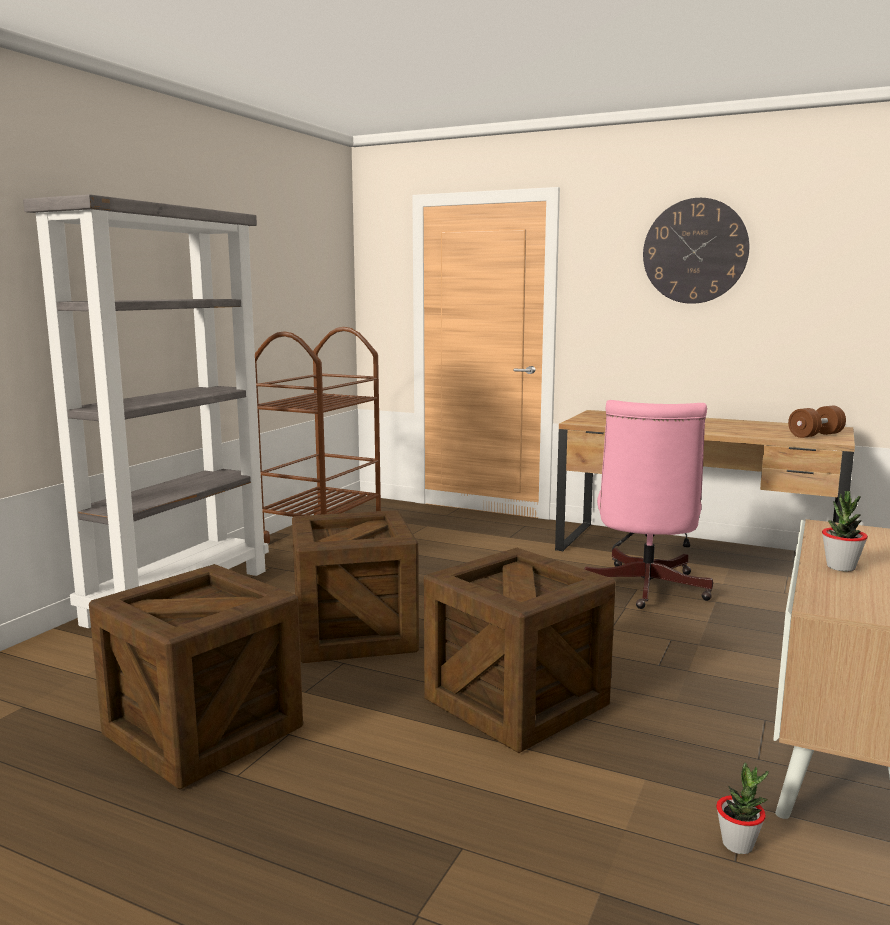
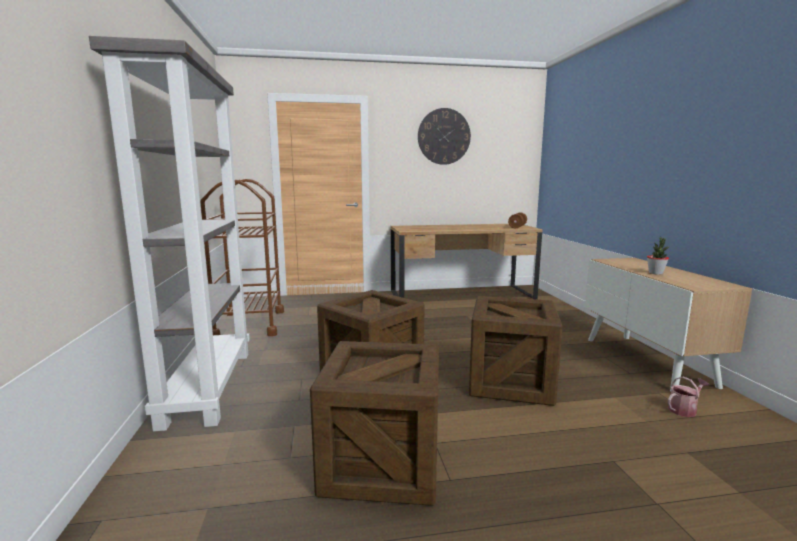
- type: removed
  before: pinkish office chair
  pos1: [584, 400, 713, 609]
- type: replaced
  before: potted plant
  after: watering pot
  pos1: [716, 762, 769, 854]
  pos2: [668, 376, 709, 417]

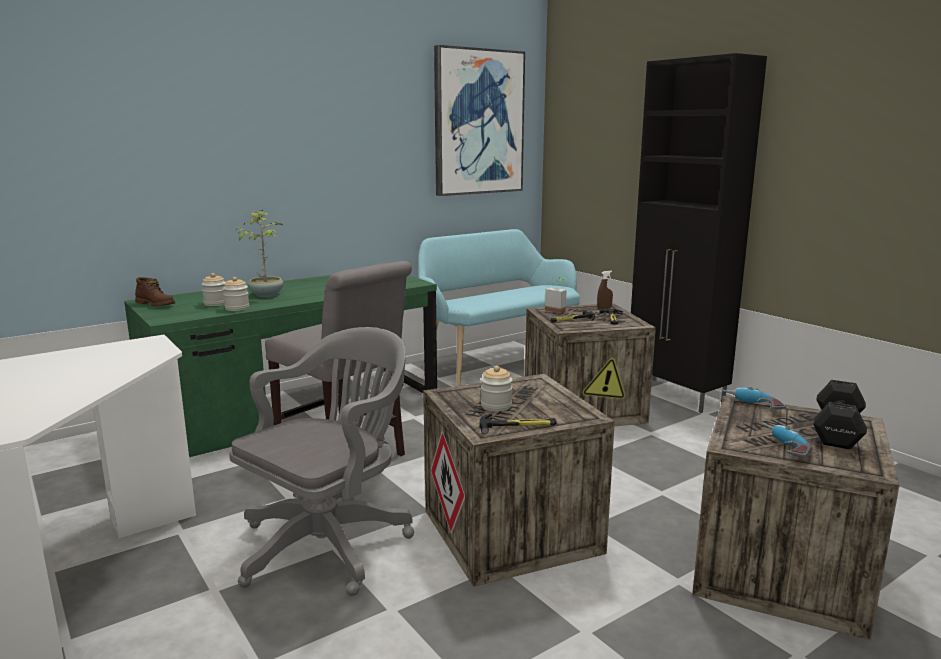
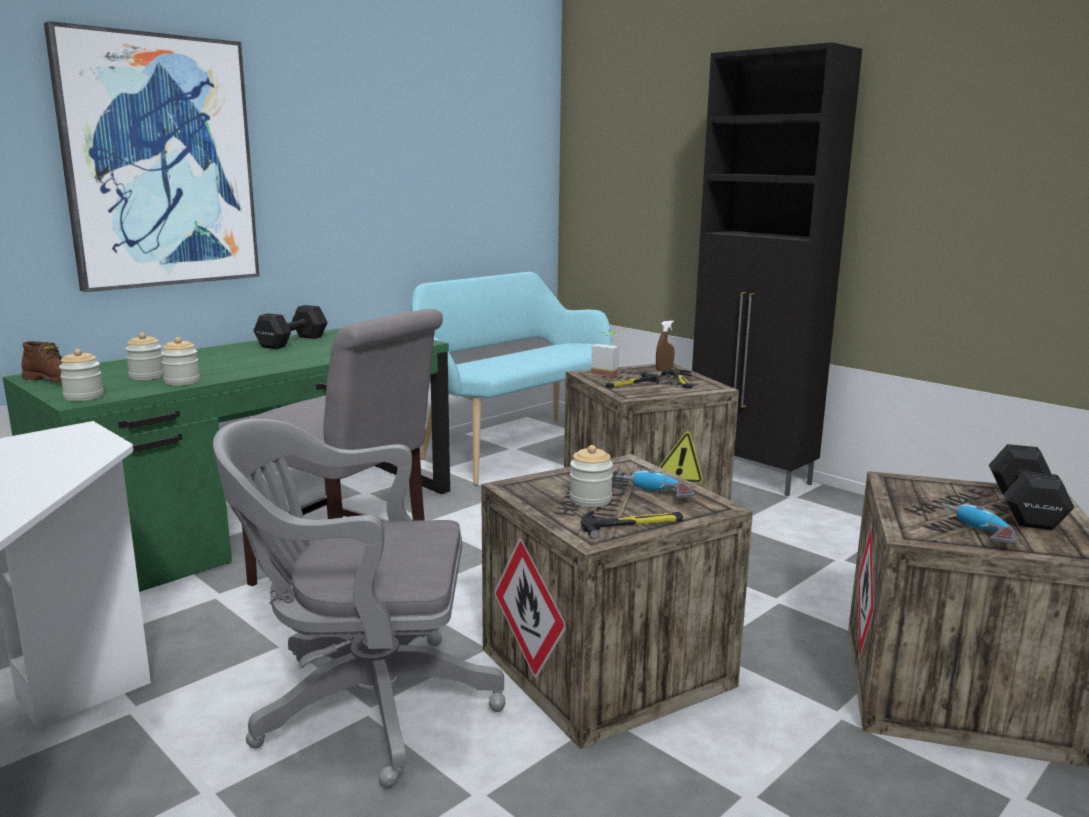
- type: moved
  before: wall art
  pos1: [434, 45, 525, 196]
  pos2: [44, 21, 259, 292]
- type: removed
  before: potted plant
  pos1: [236, 210, 283, 297]
- type: turned
  before: gray office chair
  pos1: [229, 327, 414, 596]
  pos2: [213, 419, 506, 788]
  turn: -120
- type: moved
  before: power drill
  pos1: [722, 387, 786, 409]
  pos2: [616, 469, 695, 498]
- type: added
  after: black-coloured hand weight
  pos2: [253, 305, 328, 349]
- type: added
  after: preserve jar
  pos2: [59, 349, 104, 401]

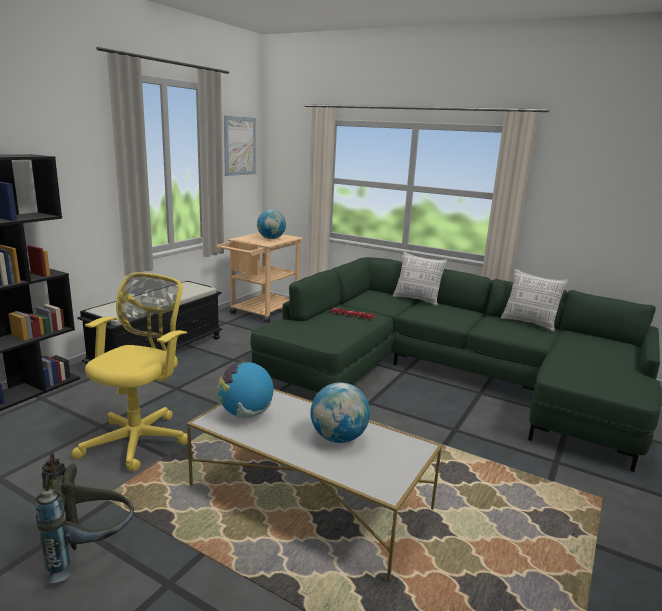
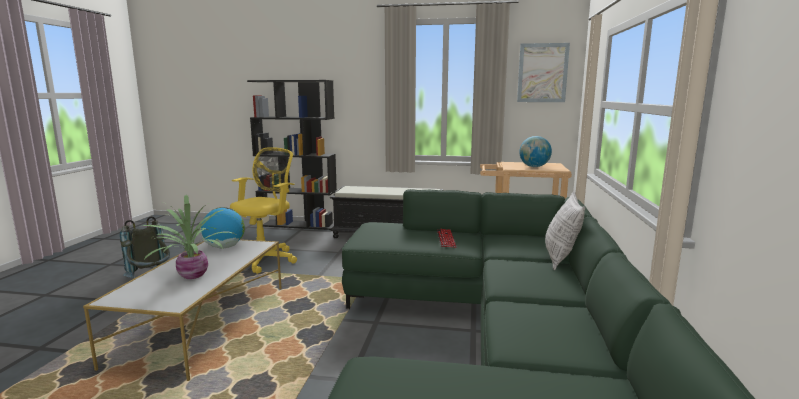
- type: removed
  before: throw pillow
  pos1: [501, 269, 568, 332]
- type: turned
  before: yellowish office chair
  pos1: [71, 272, 188, 471]
  pos2: [230, 147, 297, 274]
  turn: -60
- type: replaced
  before: desk globe
  after: potted plant
  pos1: [311, 382, 370, 443]
  pos2: [143, 195, 236, 279]

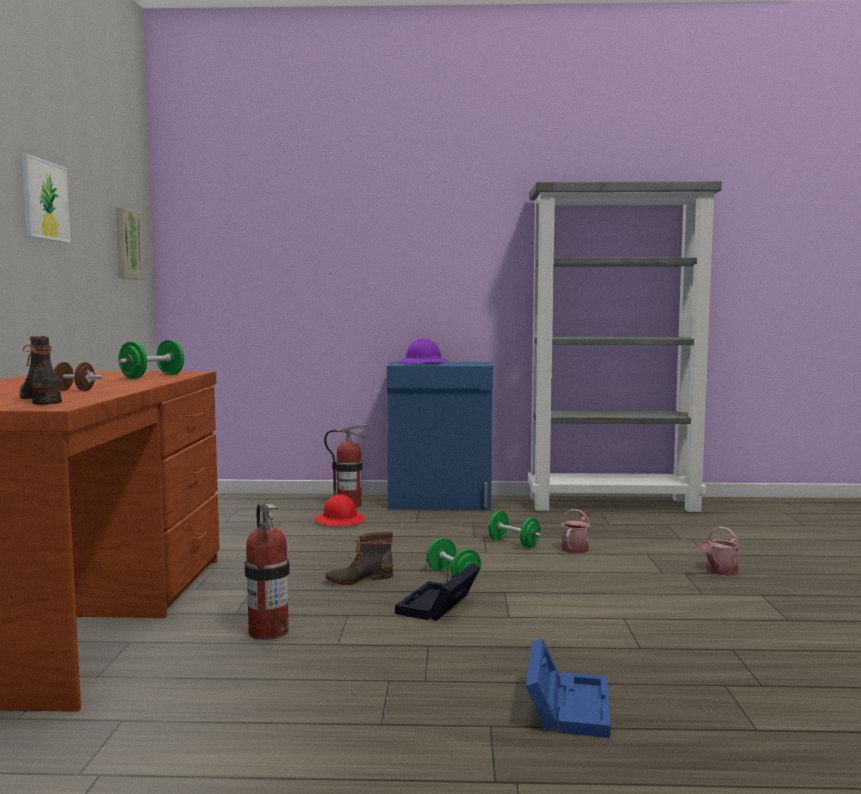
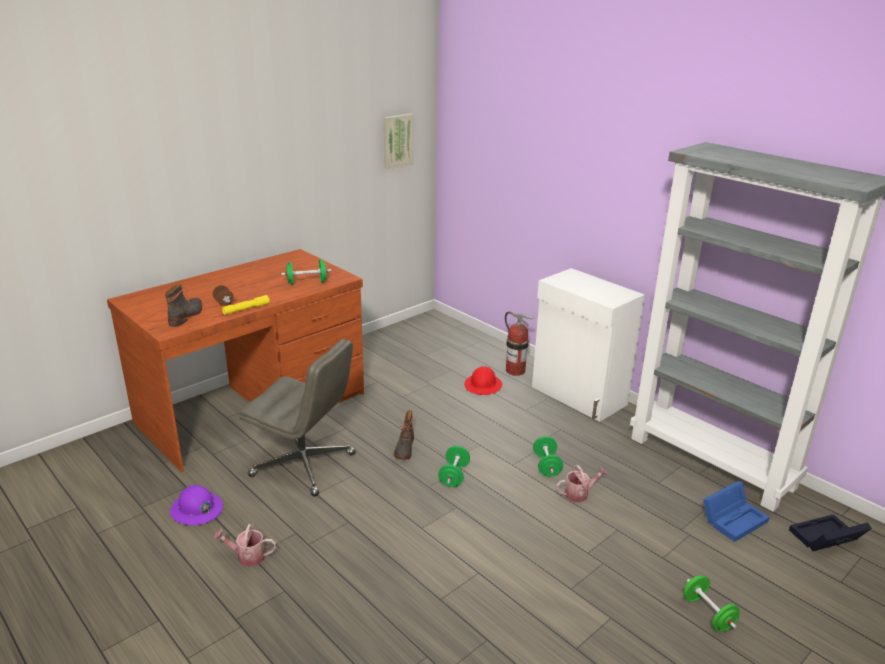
- type: removed
  before: wall art
  pos1: [22, 154, 70, 243]
- type: moved
  before: purple work helmet
  pos1: [398, 338, 449, 365]
  pos2: [170, 485, 223, 525]
- type: recoloured
  before: blue storage cabinet
  after: white storage cabinet
  pos1: [387, 362, 493, 510]
  pos2: [532, 268, 645, 422]
- type: replaced
  before: fire extinguisher
  after: gray office chair
  pos1: [245, 503, 290, 640]
  pos2: [240, 339, 356, 497]
- type: moved
  before: watering pot
  pos1: [698, 526, 740, 575]
  pos2: [213, 523, 276, 567]
- type: turned
  before: boot
  pos1: [325, 532, 393, 585]
  pos2: [394, 410, 414, 460]
  turn: -105
- type: moved
  before: black-coloured storage bin
  pos1: [395, 563, 480, 621]
  pos2: [789, 514, 872, 552]
- type: moved
  before: blue storage bin
  pos1: [526, 638, 611, 738]
  pos2: [703, 481, 770, 542]
- type: added
  after: yellowish torch
  pos2: [222, 295, 270, 315]
- type: added
  after: greenish hand weight
  pos2: [683, 575, 740, 632]

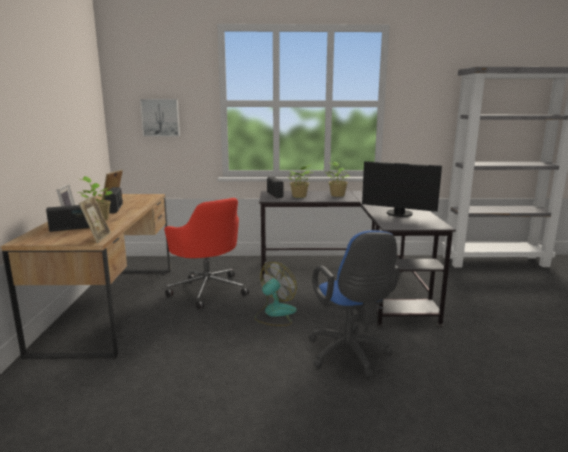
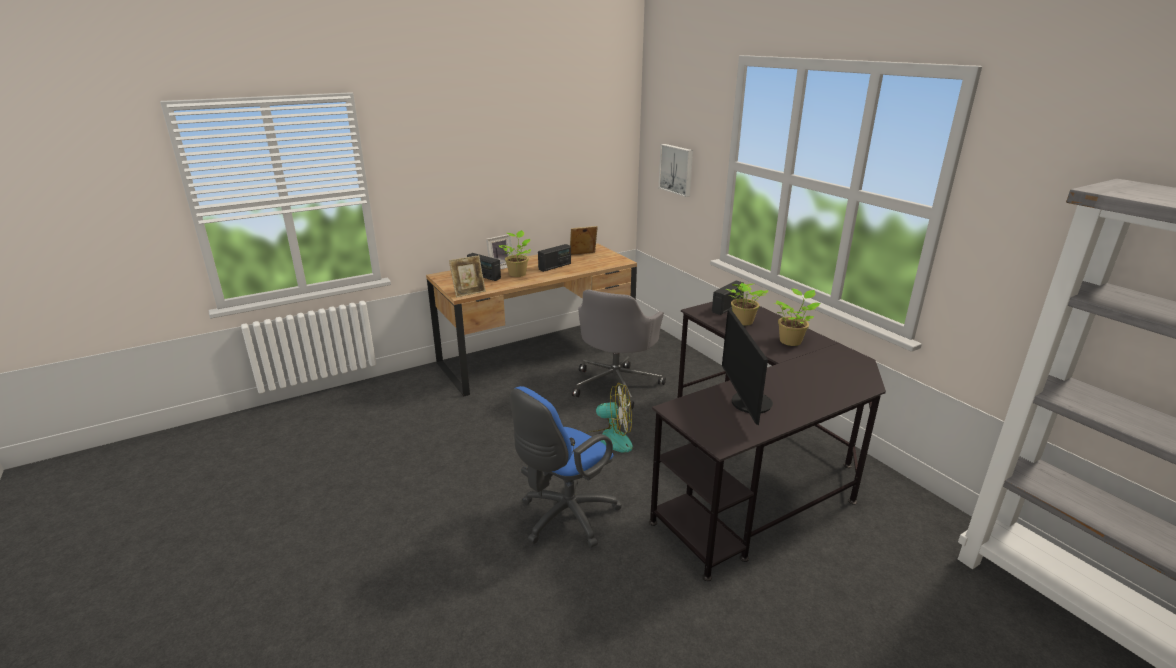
- type: recoloured
  before: reddish office chair
  after: gray office chair
  pos1: [164, 198, 249, 309]
  pos2: [572, 289, 666, 409]

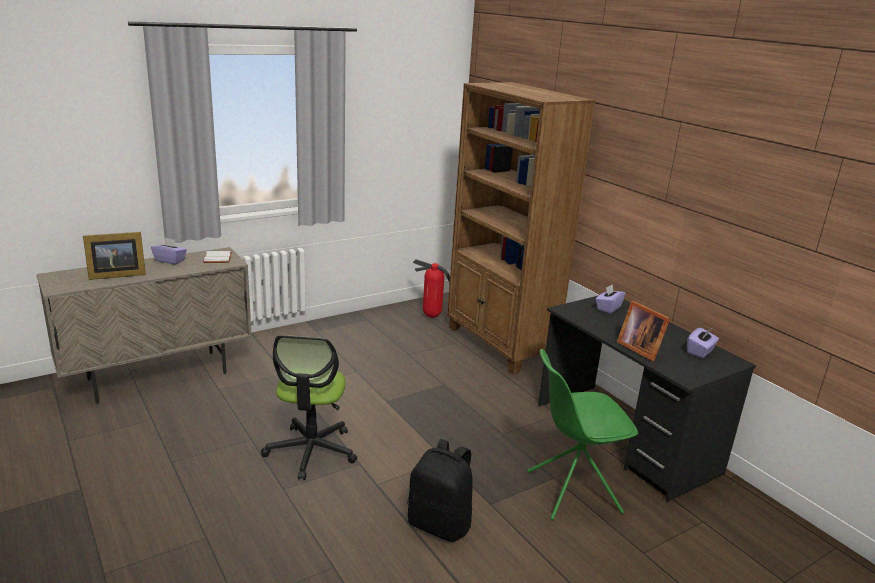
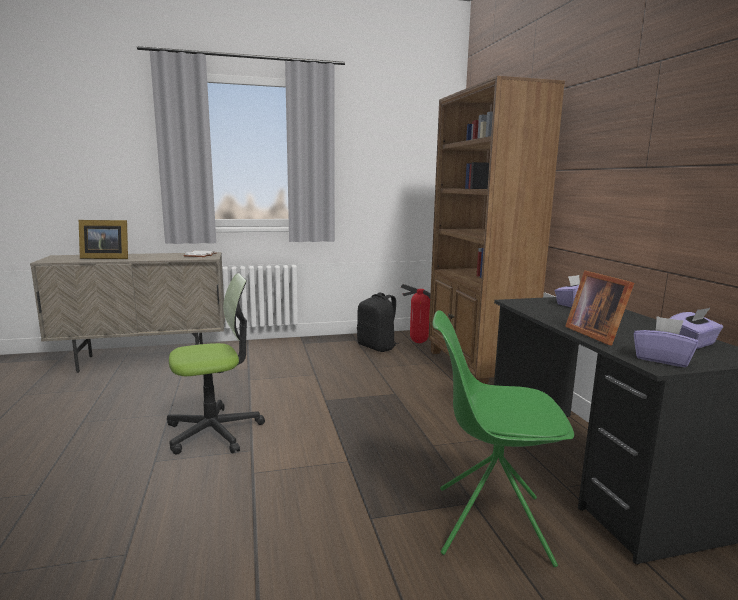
- type: moved
  before: purple tissue box
  pos1: [151, 238, 187, 264]
  pos2: [634, 316, 698, 367]
- type: turned
  before: office chair
  pos1: [261, 335, 357, 480]
  pos2: [167, 273, 265, 454]
  turn: -135
- type: moved
  before: black-coloured rucksack
  pos1: [407, 439, 473, 542]
  pos2: [357, 293, 397, 352]

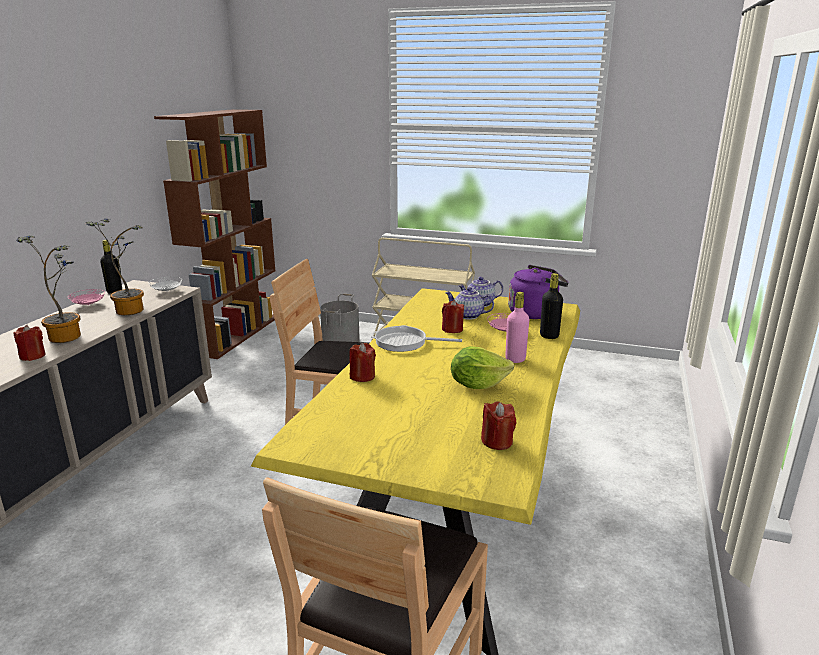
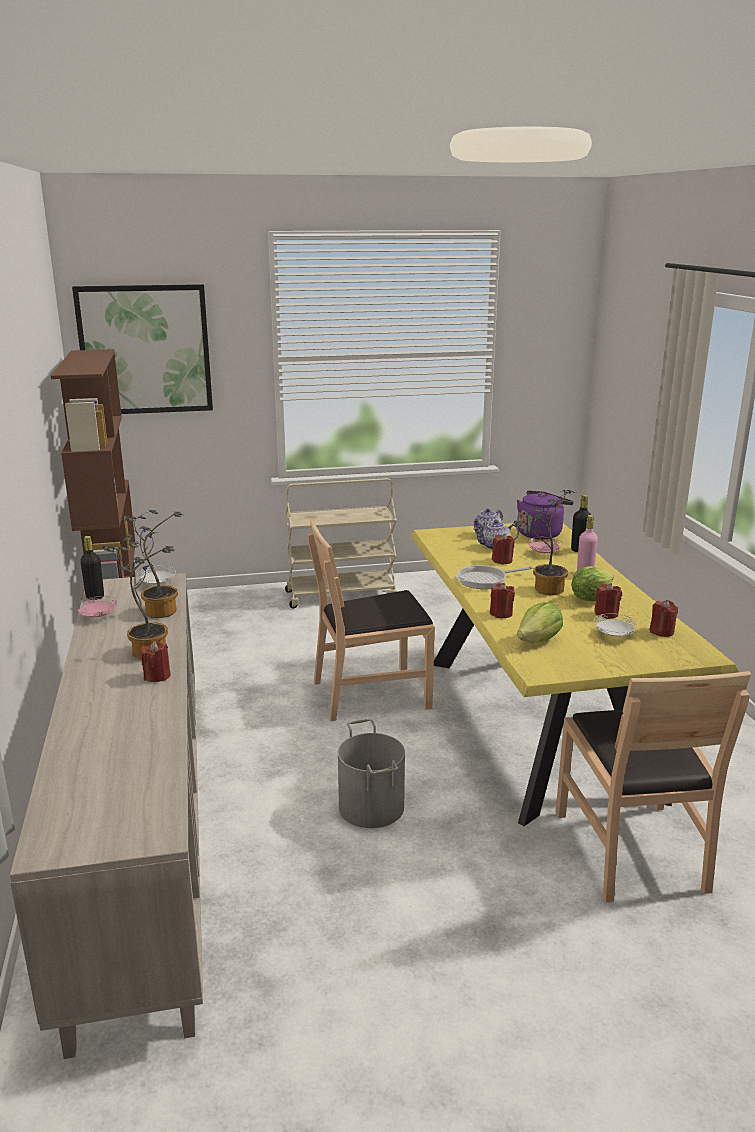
- type: moved
  before: gray pail
  pos1: [320, 294, 360, 342]
  pos2: [338, 719, 405, 828]
- type: added
  after: wall art
  pos2: [72, 284, 213, 414]
- type: added
  after: potted plant
  pos2: [514, 490, 576, 595]
- type: added
  after: reddish candle
  pos2: [594, 583, 622, 619]
- type: added
  after: lettuce head
  pos2: [517, 602, 563, 643]
- type: added
  after: white dinner plate
  pos2: [594, 614, 638, 637]

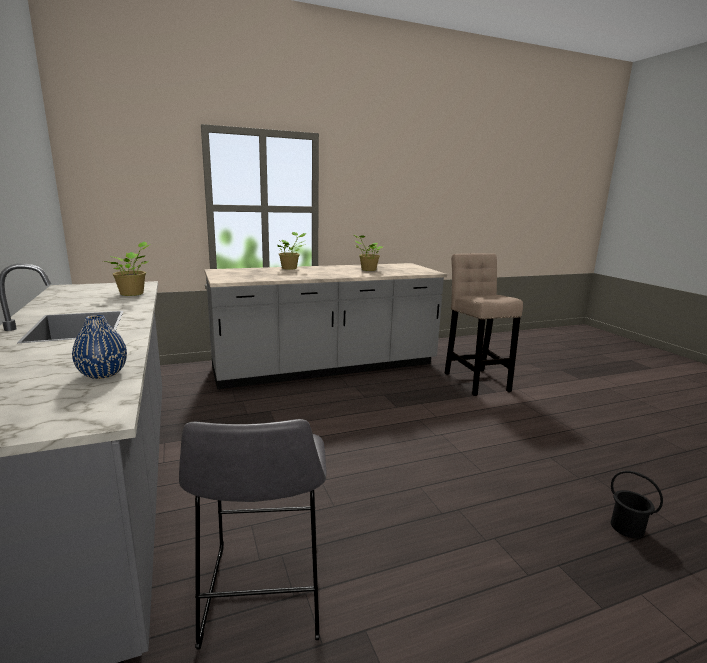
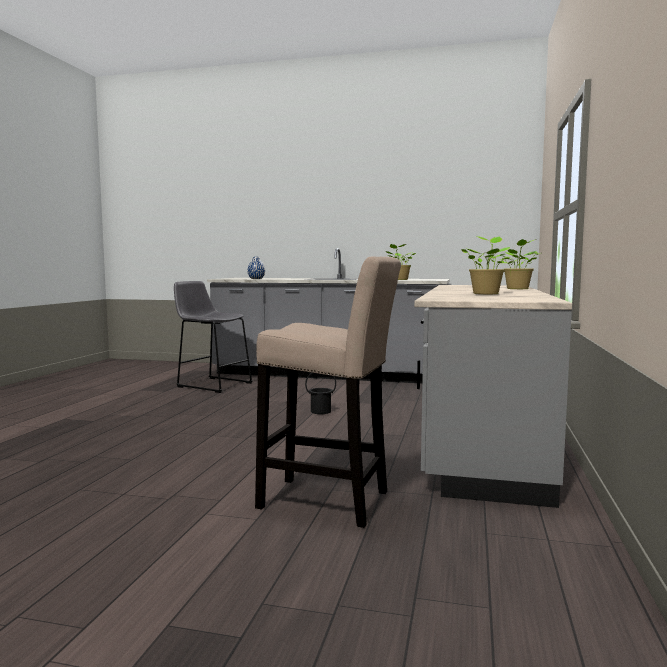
- type: moved
  before: black-coloured pail
  pos1: [611, 471, 663, 539]
  pos2: [305, 372, 336, 414]

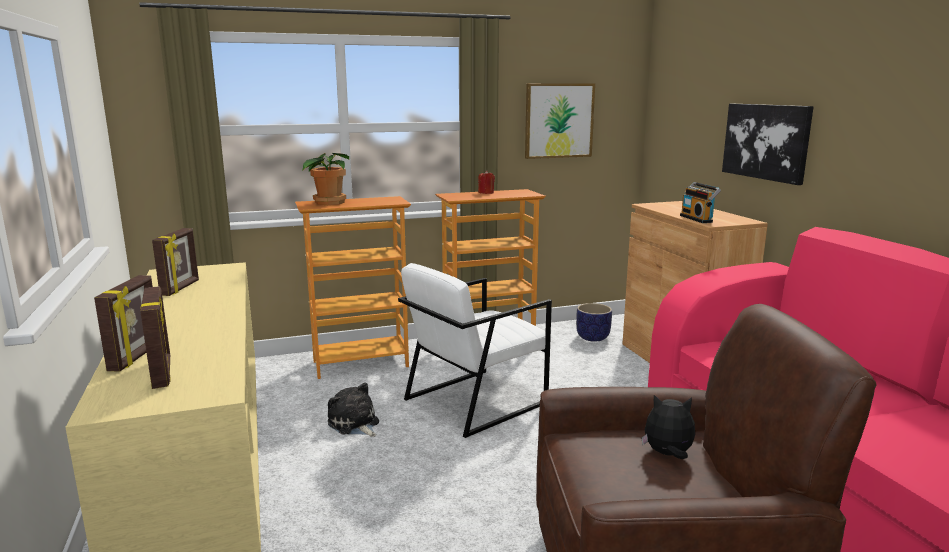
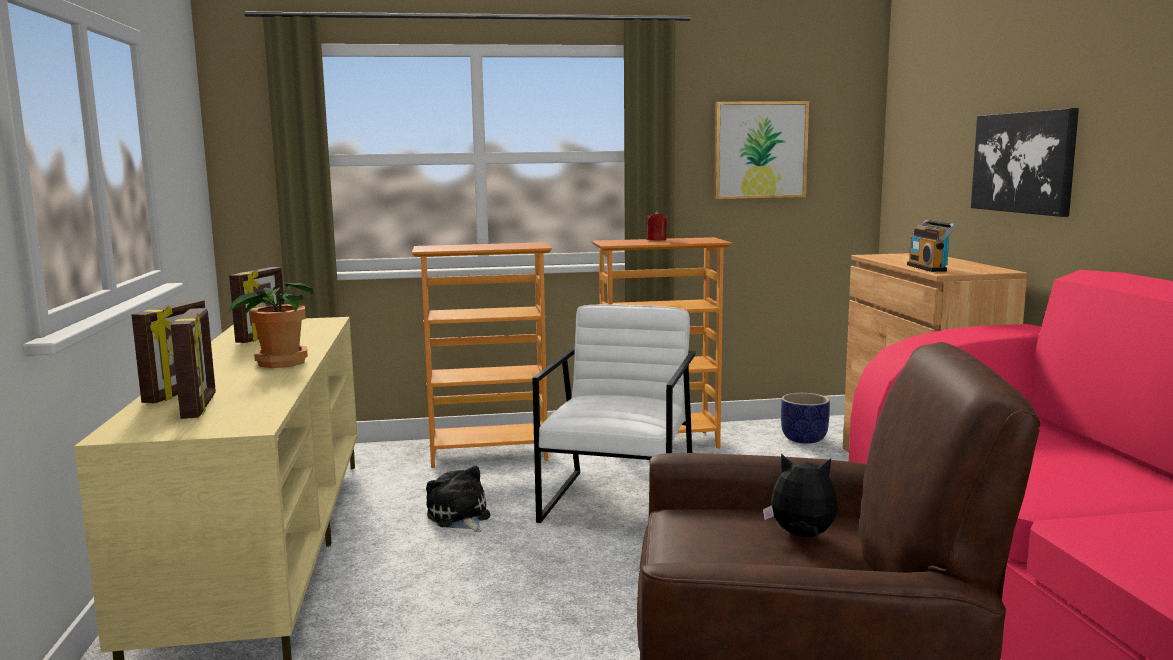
- type: moved
  before: potted plant
  pos1: [303, 153, 349, 205]
  pos2: [228, 282, 314, 368]
- type: turned
  before: white lounge chair
  pos1: [398, 263, 552, 438]
  pos2: [532, 304, 696, 523]
  turn: 135

